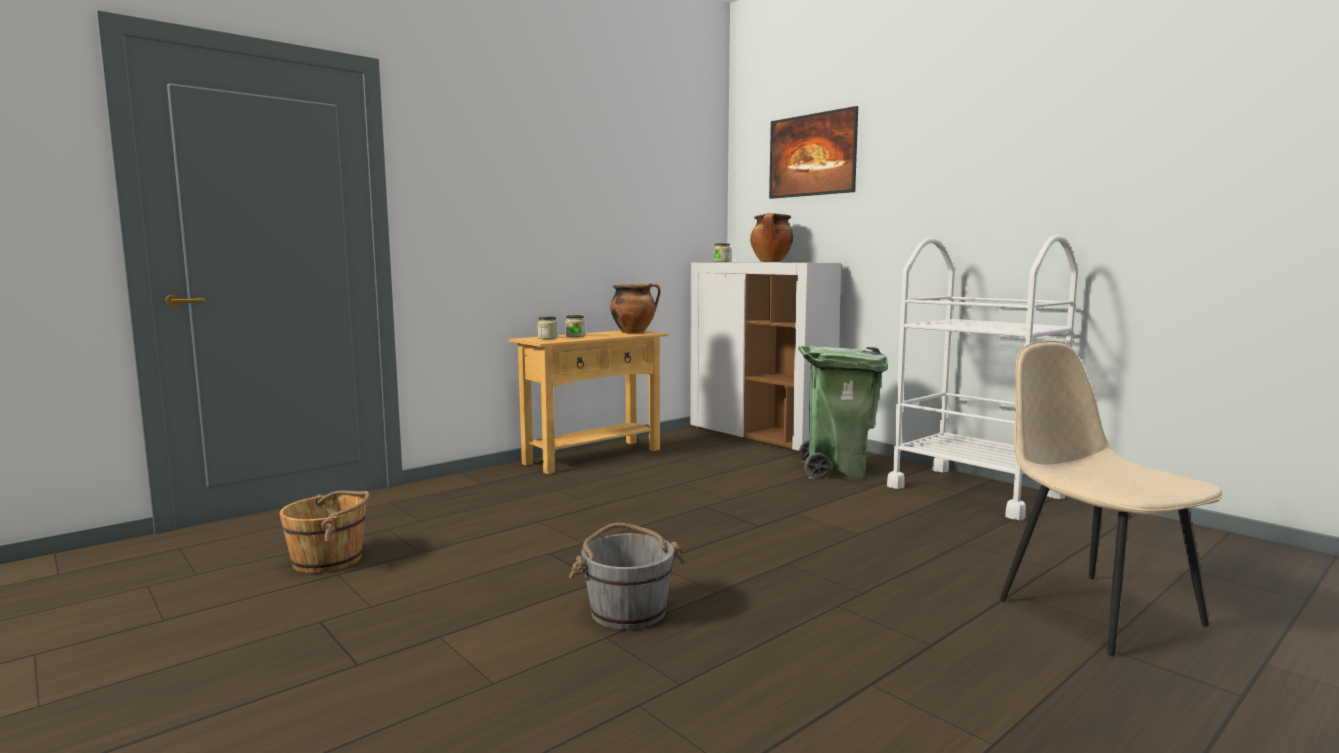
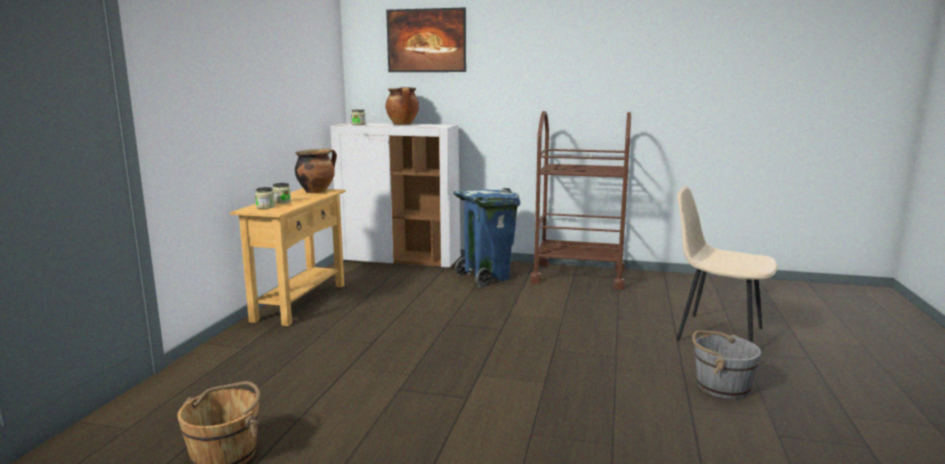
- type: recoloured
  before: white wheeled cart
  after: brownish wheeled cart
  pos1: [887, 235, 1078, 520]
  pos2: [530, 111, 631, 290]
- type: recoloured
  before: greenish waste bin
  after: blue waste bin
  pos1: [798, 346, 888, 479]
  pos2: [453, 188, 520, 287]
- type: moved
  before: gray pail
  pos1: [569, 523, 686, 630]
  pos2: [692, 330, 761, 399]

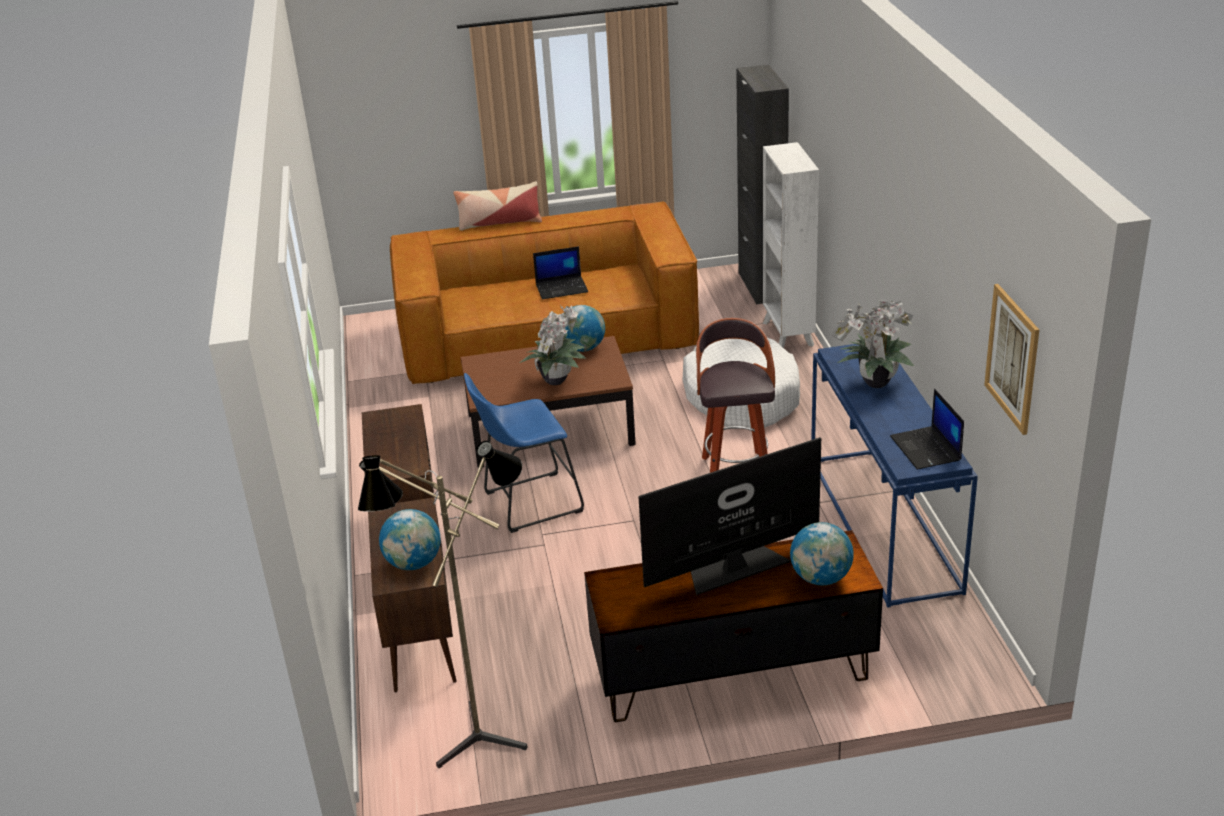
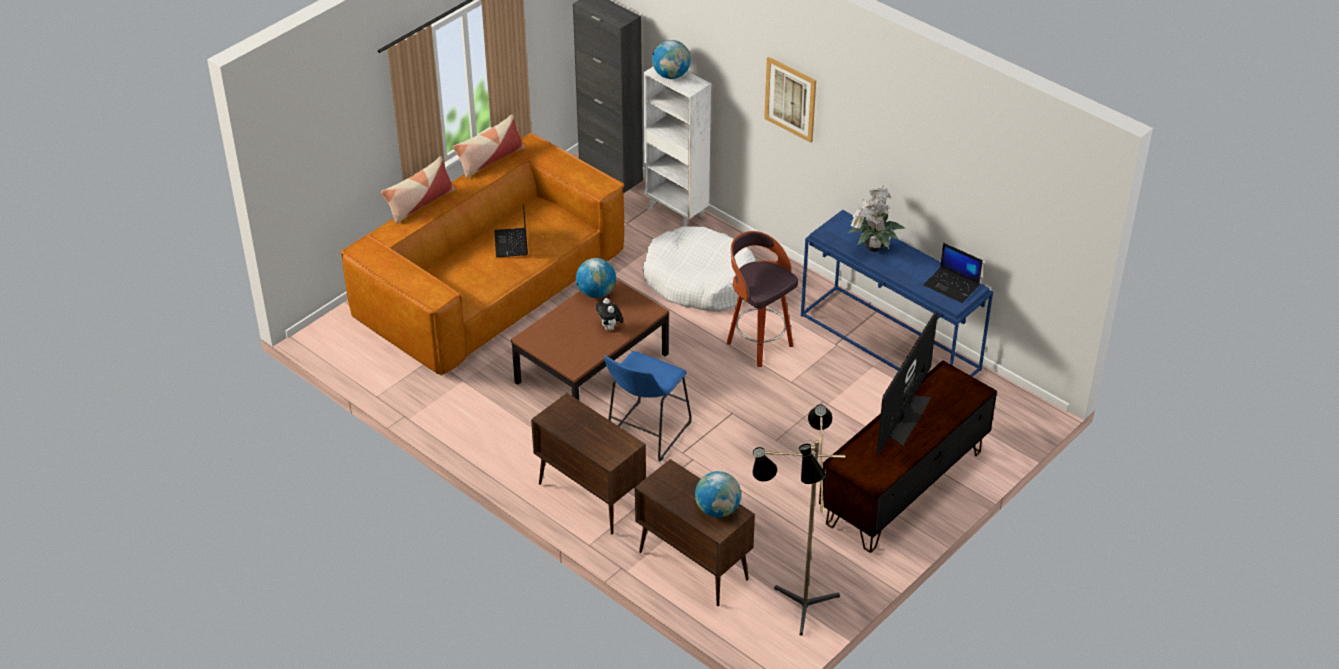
- type: turned
  before: portable computer
  pos1: [533, 246, 588, 299]
  pos2: [494, 204, 528, 257]
  turn: 135
- type: moved
  before: wall art
  pos1: [984, 284, 1039, 435]
  pos2: [764, 57, 816, 143]
- type: replaced
  before: potted plant
  after: soft toy
  pos1: [520, 305, 587, 385]
  pos2: [596, 298, 623, 331]
- type: moved
  before: desk globe
  pos1: [790, 522, 854, 585]
  pos2: [652, 40, 691, 79]
- type: added
  after: throw pillow
  pos2: [453, 115, 526, 178]

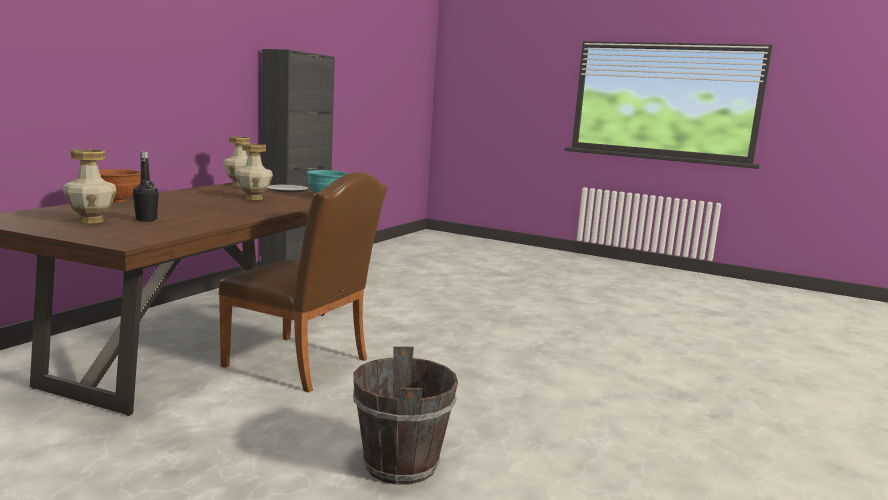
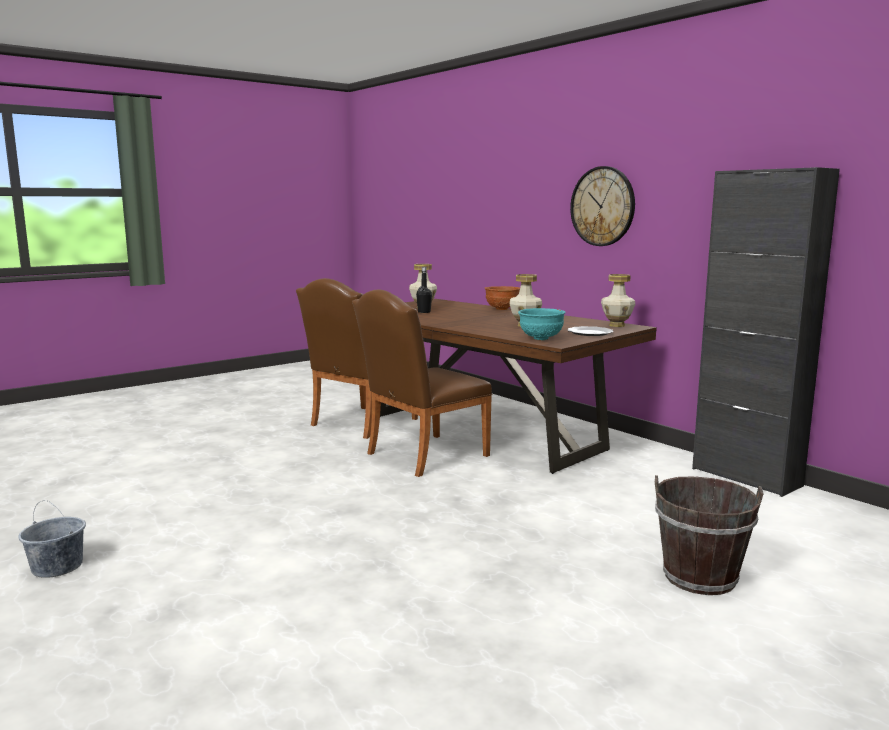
- type: moved
  before: brownish pail
  pos1: [353, 346, 458, 485]
  pos2: [655, 475, 764, 595]
- type: added
  after: wall clock
  pos2: [570, 166, 635, 246]
- type: added
  after: brownish chair
  pos2: [296, 278, 418, 439]
- type: added
  after: gray pail
  pos2: [18, 500, 86, 578]

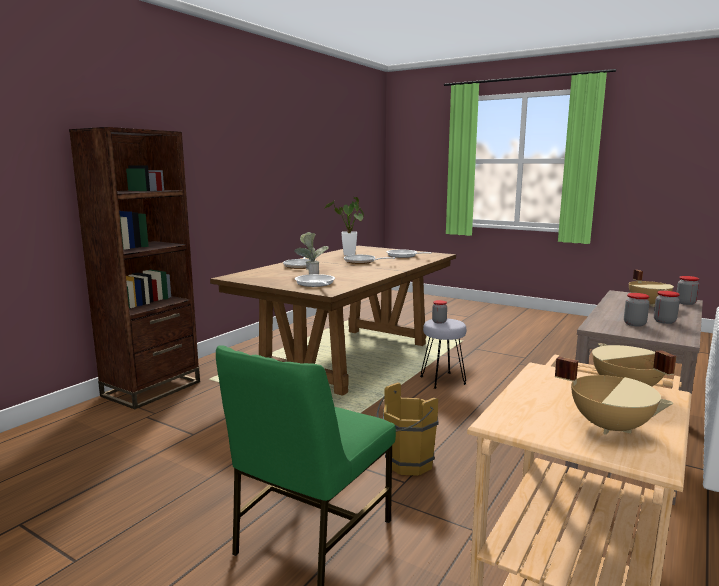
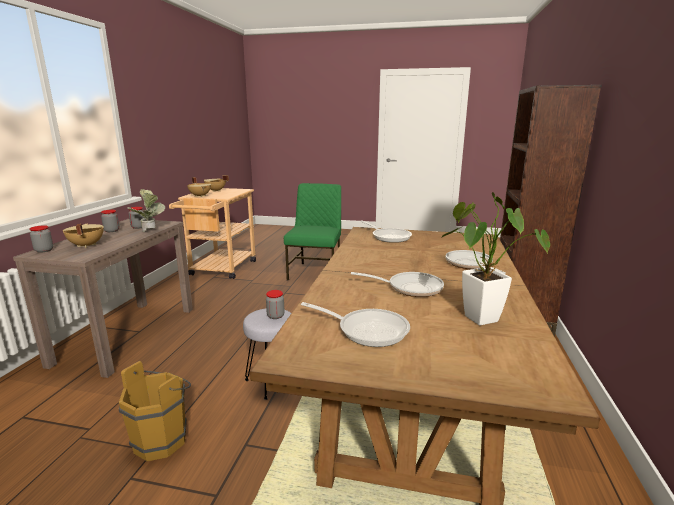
- type: moved
  before: potted plant
  pos1: [294, 232, 329, 275]
  pos2: [127, 189, 165, 232]
- type: moved
  before: brownish pail
  pos1: [377, 382, 439, 476]
  pos2: [119, 361, 191, 461]

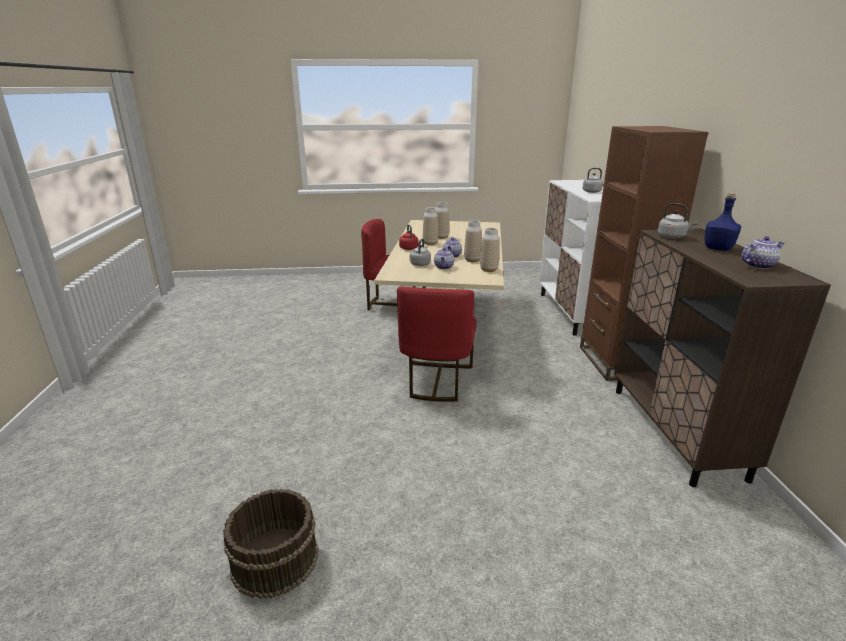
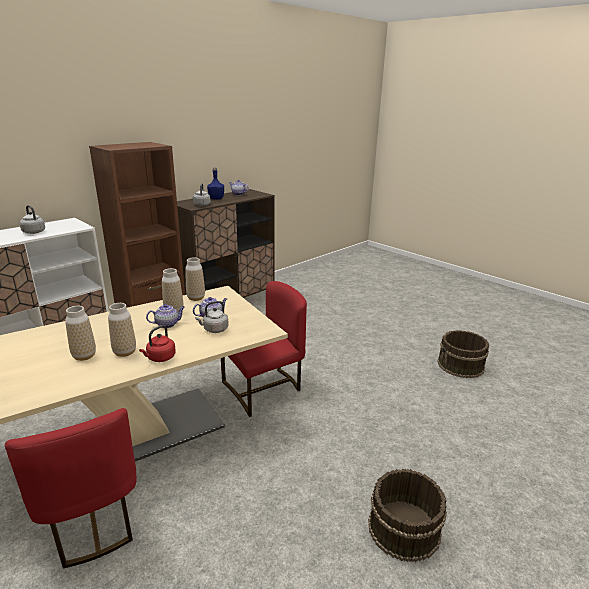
- type: added
  after: brownish pail
  pos2: [368, 469, 447, 562]

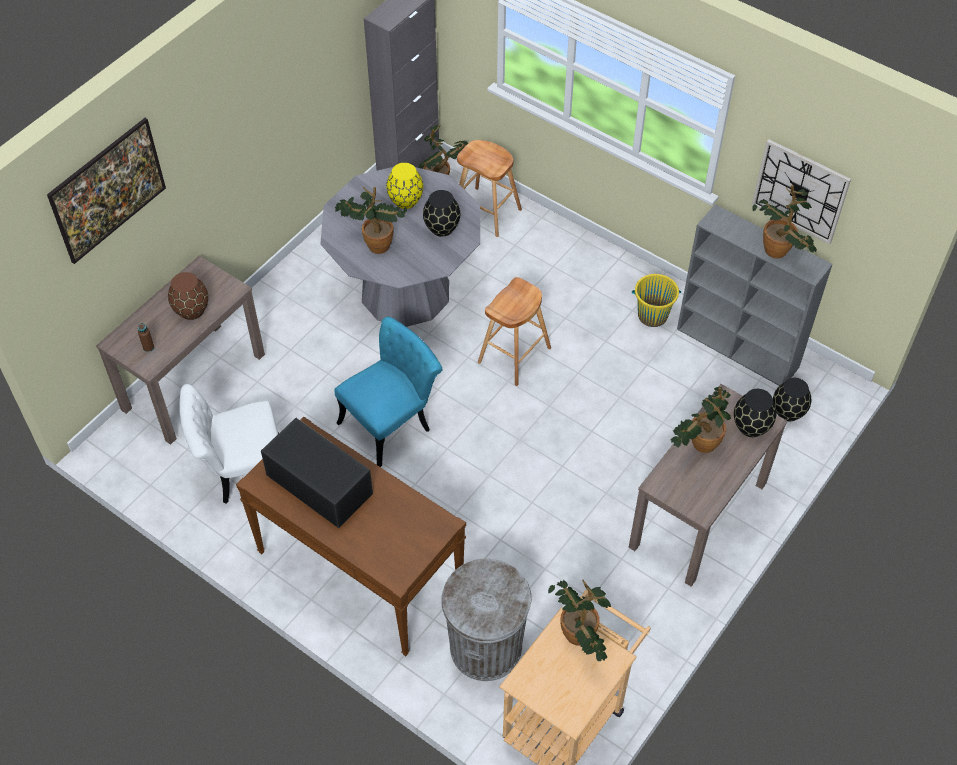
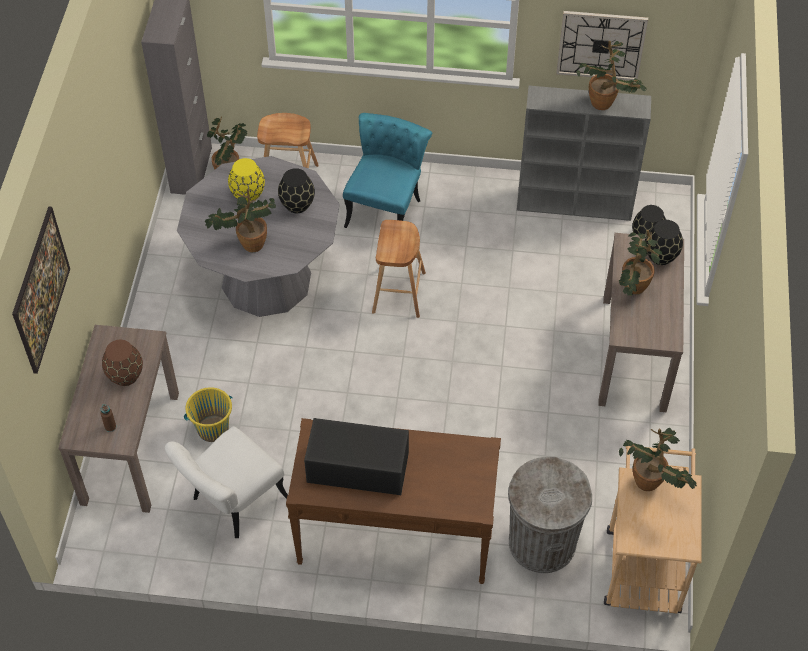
- type: moved
  before: yellowish pail
  pos1: [632, 274, 681, 327]
  pos2: [184, 387, 233, 442]
- type: moved
  before: turquoise-coloured chair
  pos1: [335, 317, 442, 467]
  pos2: [343, 113, 432, 228]

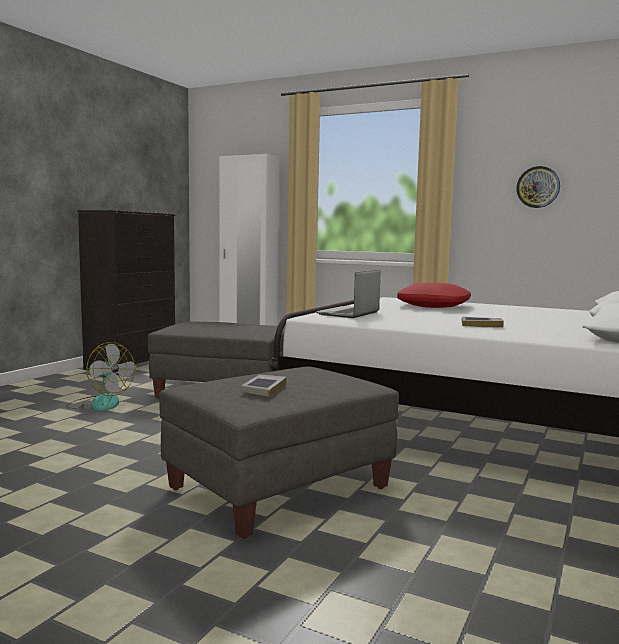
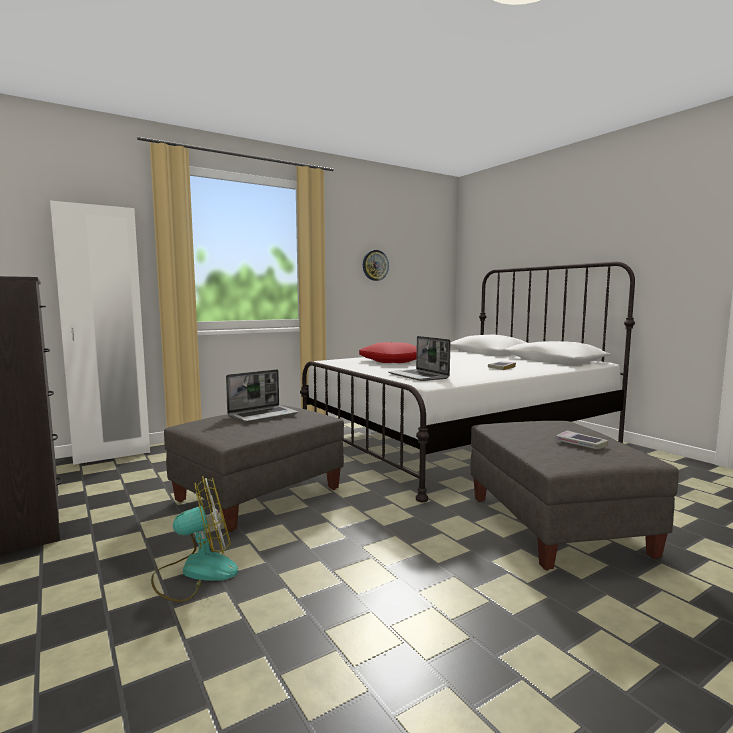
- type: added
  after: portable computer
  pos2: [226, 369, 299, 423]

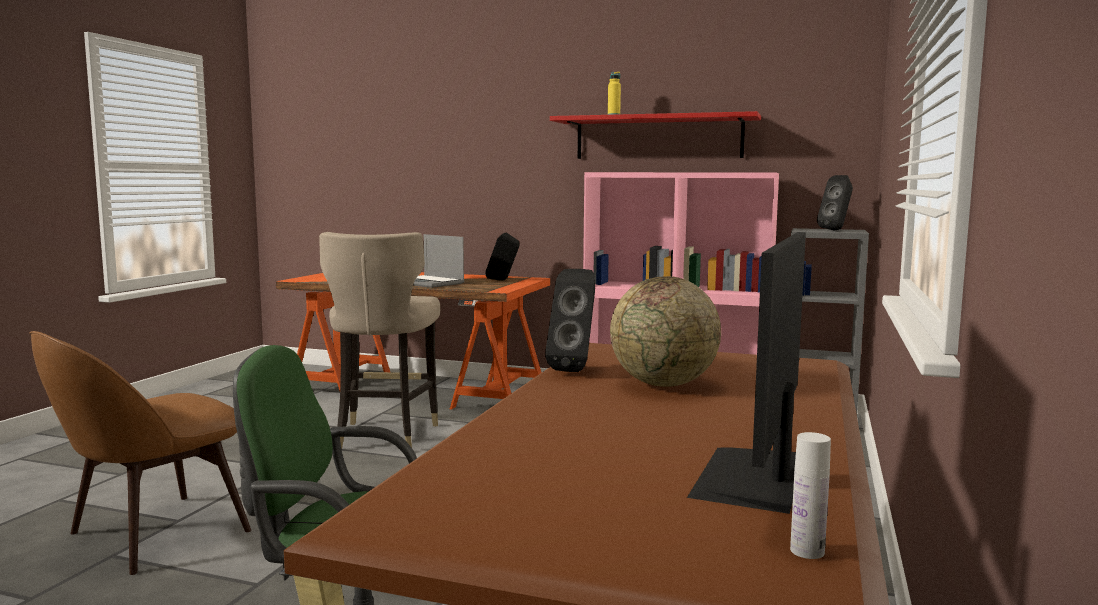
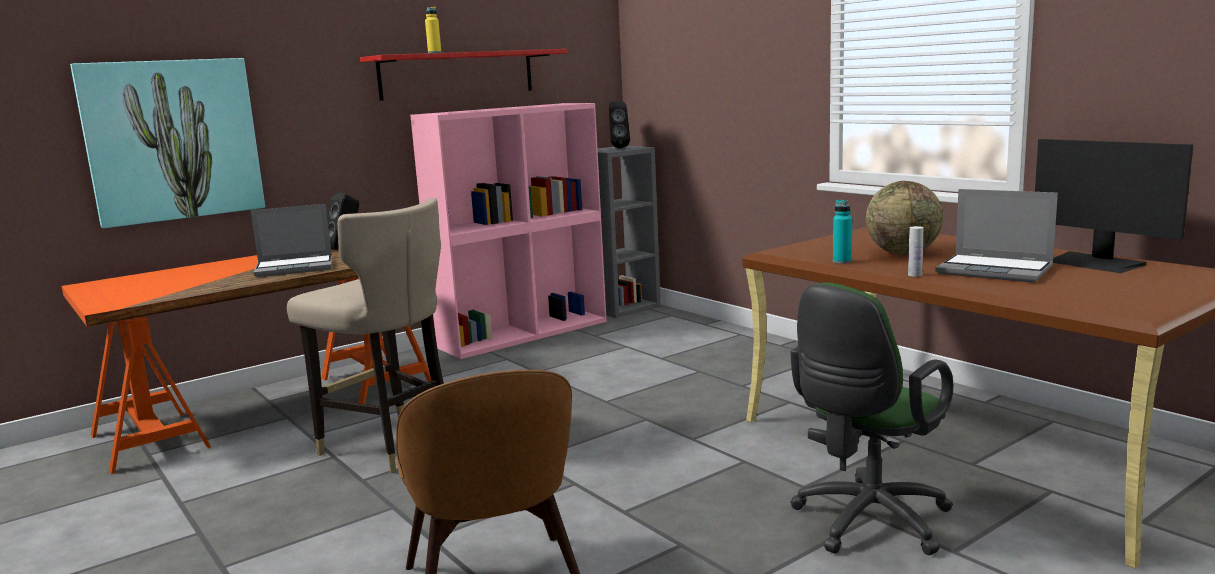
- type: replaced
  before: black-coloured audio speaker
  after: turquoise-coloured bottle
  pos1: [545, 269, 595, 372]
  pos2: [833, 200, 852, 264]
- type: moved
  before: white bottle
  pos1: [790, 432, 831, 559]
  pos2: [908, 226, 923, 277]
- type: added
  after: wall art
  pos2: [70, 58, 265, 228]
- type: added
  after: portable computer
  pos2: [935, 189, 1058, 283]

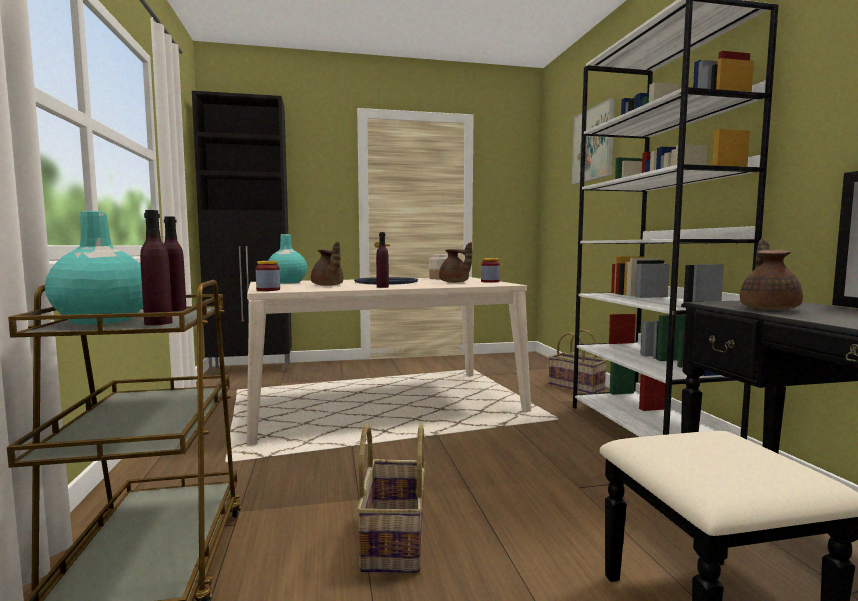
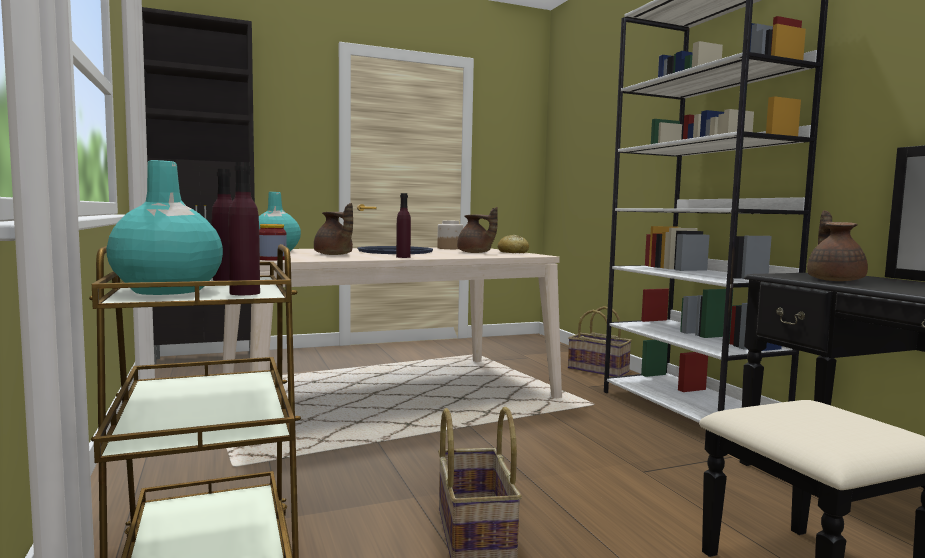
- type: removed
  before: wall art
  pos1: [572, 98, 615, 184]
- type: replaced
  before: preserve jar
  after: bakery bread
  pos1: [481, 258, 500, 283]
  pos2: [498, 235, 529, 253]

